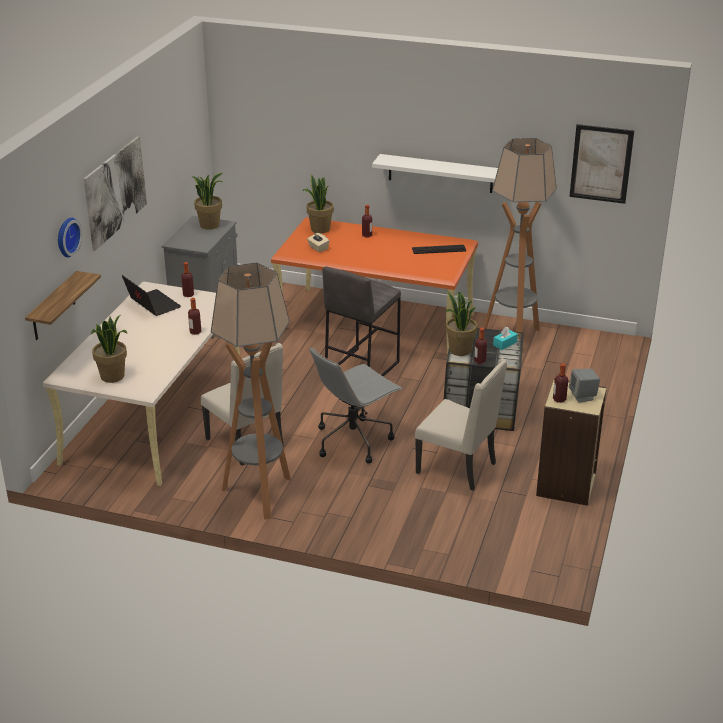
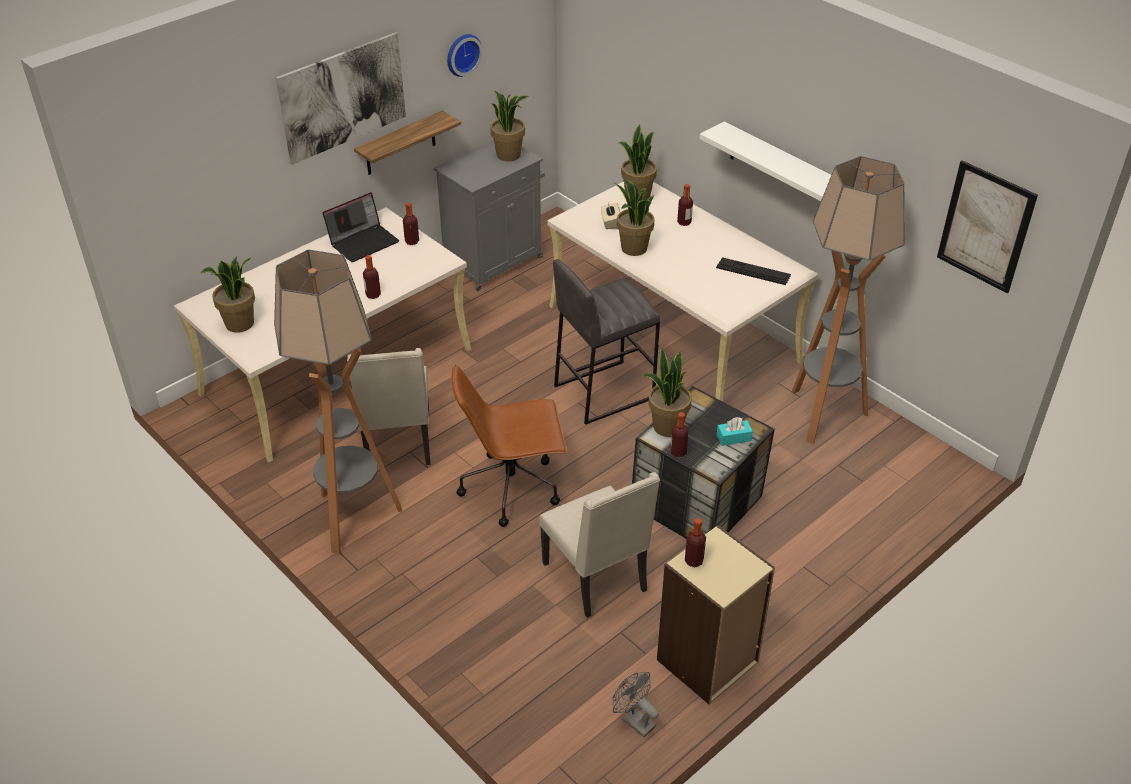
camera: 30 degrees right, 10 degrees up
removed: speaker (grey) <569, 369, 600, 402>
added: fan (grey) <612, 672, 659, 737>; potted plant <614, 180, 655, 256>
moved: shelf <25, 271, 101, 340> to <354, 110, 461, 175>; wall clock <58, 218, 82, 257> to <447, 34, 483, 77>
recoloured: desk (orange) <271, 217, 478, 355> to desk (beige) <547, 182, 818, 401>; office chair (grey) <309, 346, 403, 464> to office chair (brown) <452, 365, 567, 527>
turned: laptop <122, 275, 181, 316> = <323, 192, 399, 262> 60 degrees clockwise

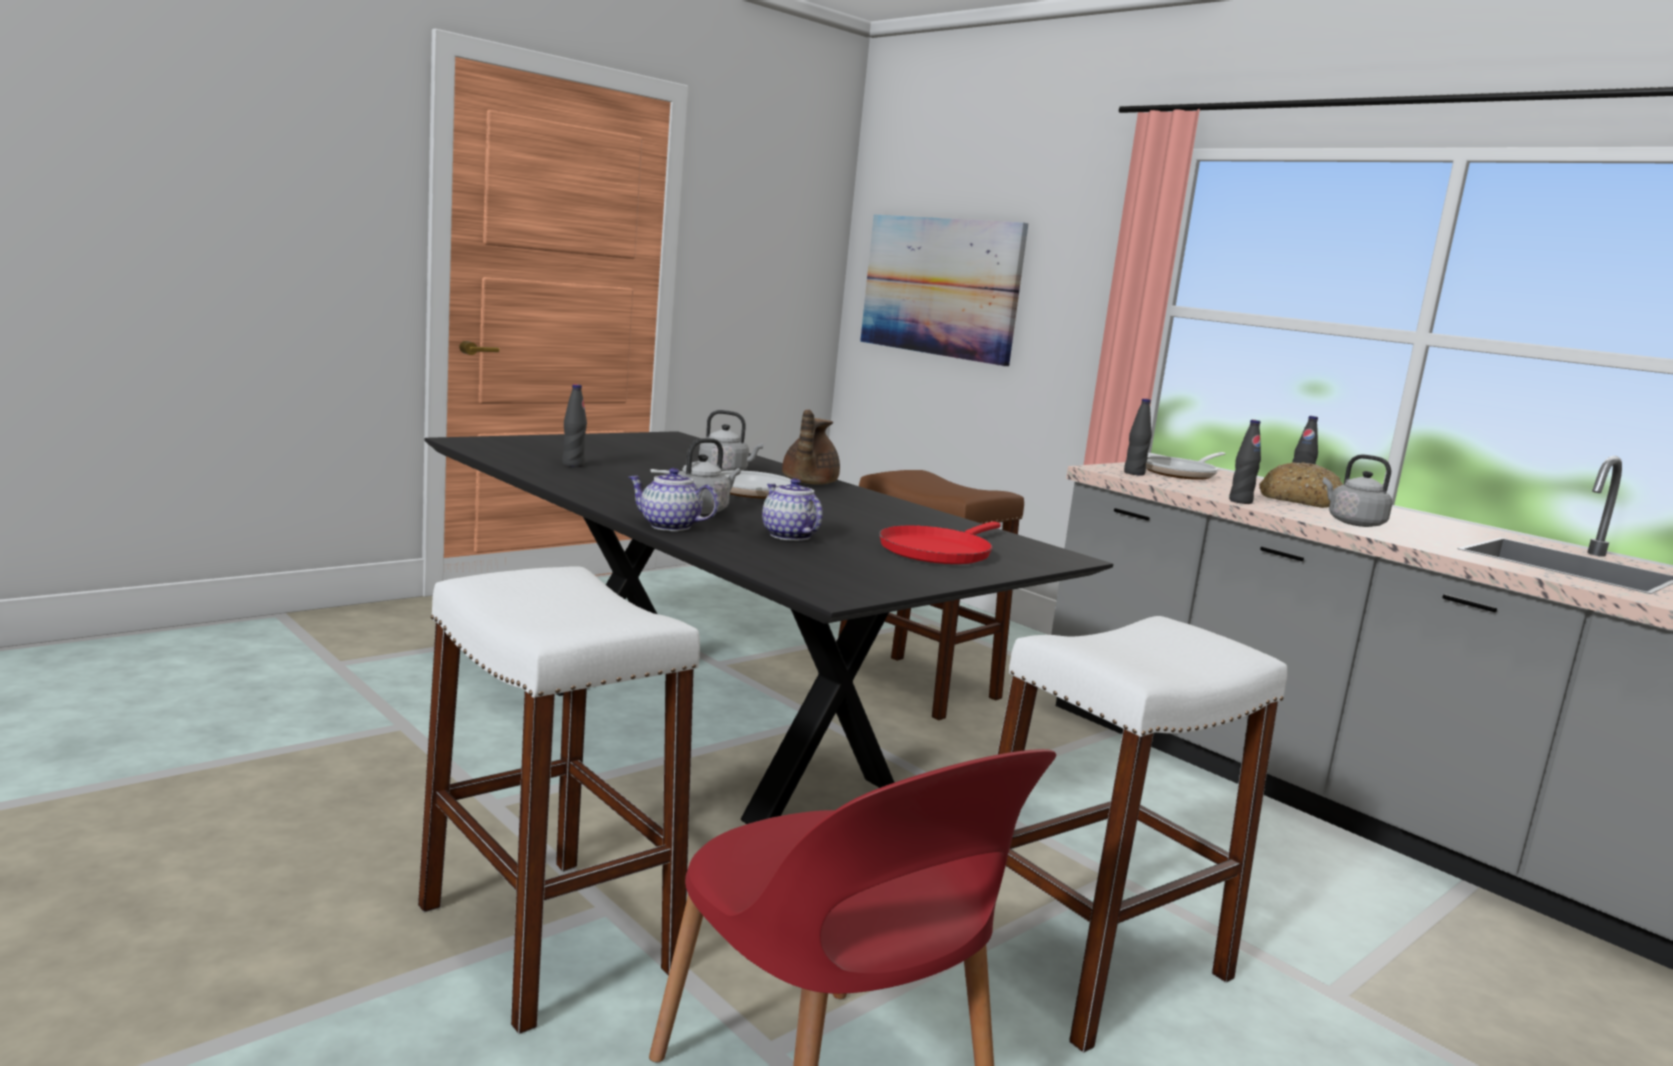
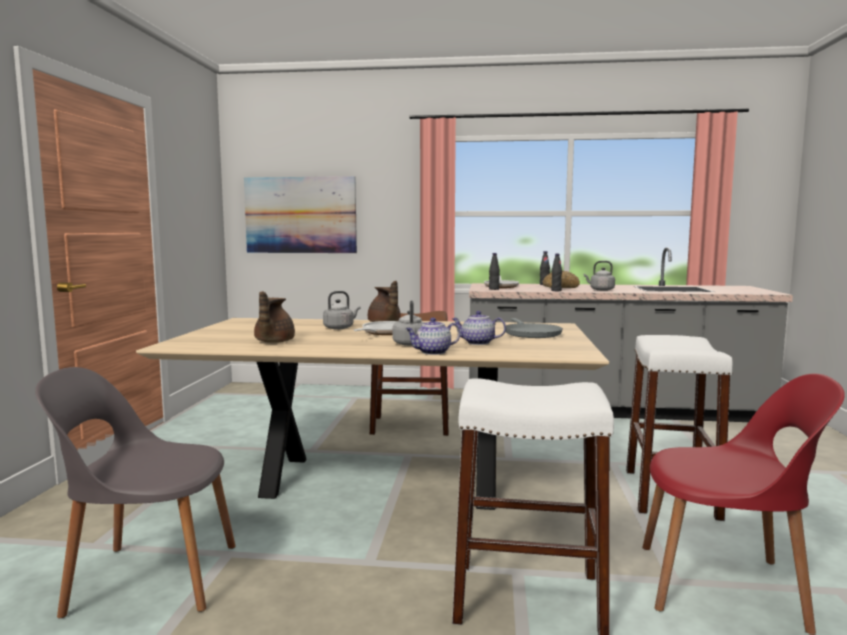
camera: 40 degrees left, 5 degrees down
added: chair (grey) <35, 367, 236, 618>
replaced: bottle (black) <562, 384, 587, 467> to teapot (brown) <254, 291, 295, 343>
recoloured: dining table (black) <425, 431, 1113, 824> to dining table (beige) <136, 318, 609, 510>; frying pan (red) <879, 521, 1001, 564> to frying pan (grey) <505, 318, 563, 338>

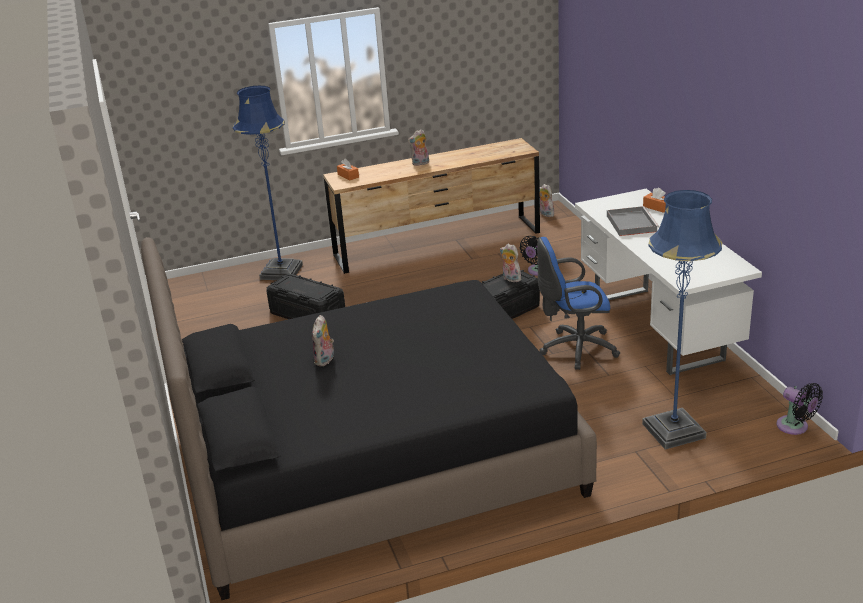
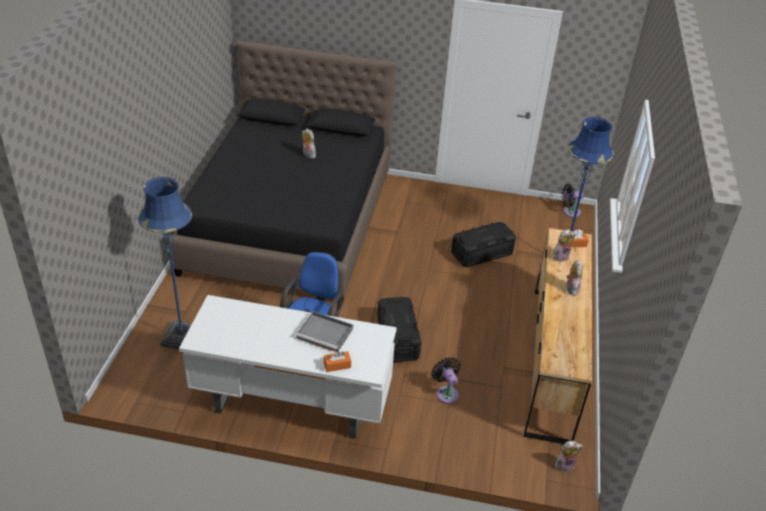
camera: 115 degrees right, 10 degrees up
moved: plush toy <500, 244, 521, 282> to <553, 229, 576, 262>; fan (black) <776, 383, 823, 435> to <562, 184, 583, 217>

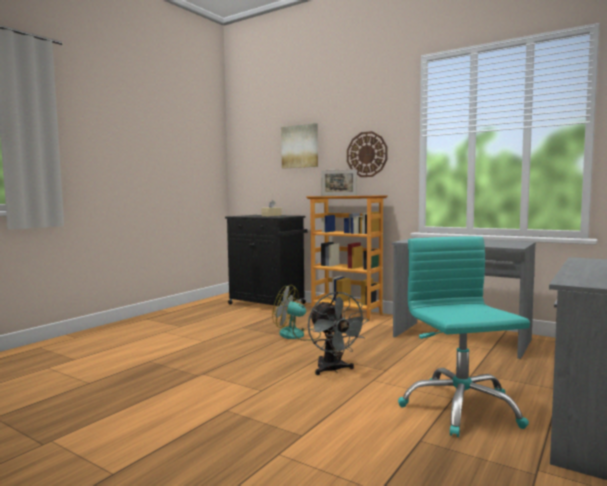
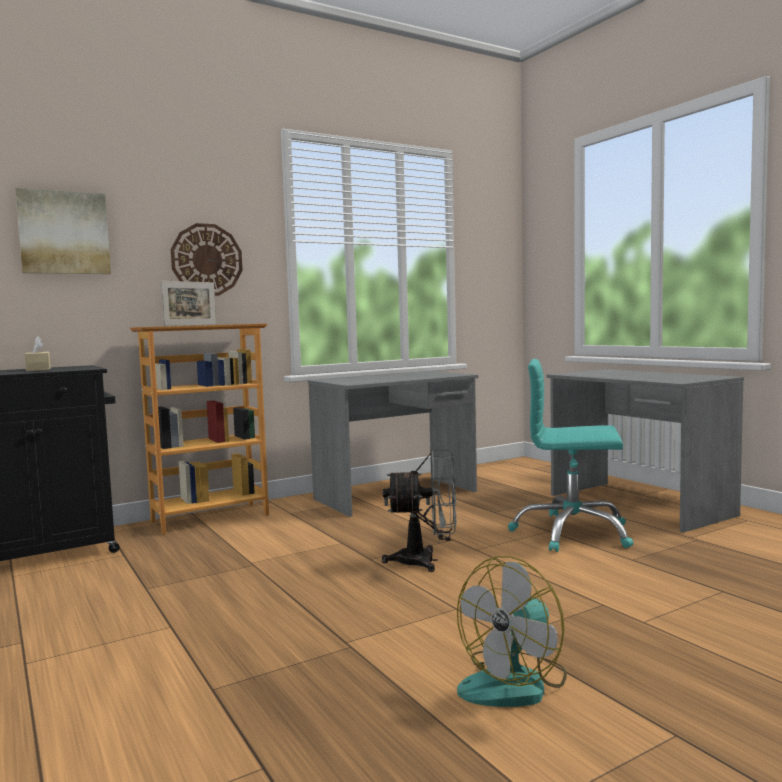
camera: 65 degrees left, 0 degrees up
moved: fan <273, 285, 321, 341> to <457, 556, 567, 707>

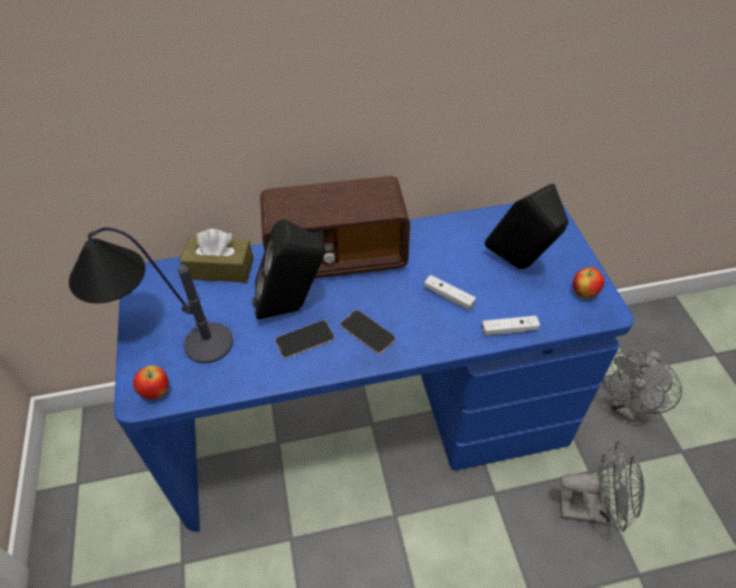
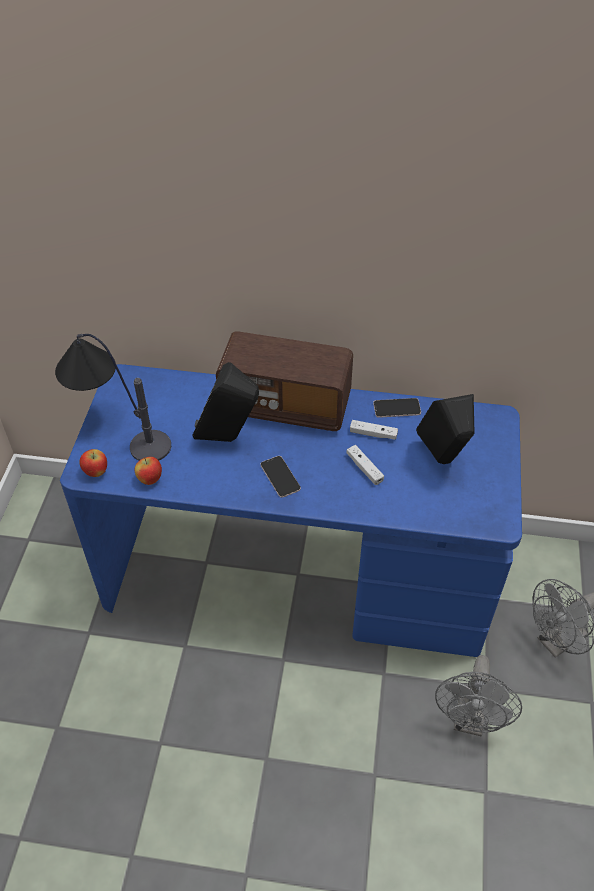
camera: 20 degrees right, 0 degrees up
removed: tissue box (brown) <180, 229, 254, 283>
moved: phone <275, 320, 334, 358> to <373, 398, 421, 418>; game controller (white) <482, 316, 540, 335> to <350, 420, 398, 440>; apple <573, 267, 604, 298> to <135, 457, 162, 485>
turned: fan (grey) <560, 441, 644, 531> = <435, 655, 522, 736> 75 degrees clockwise

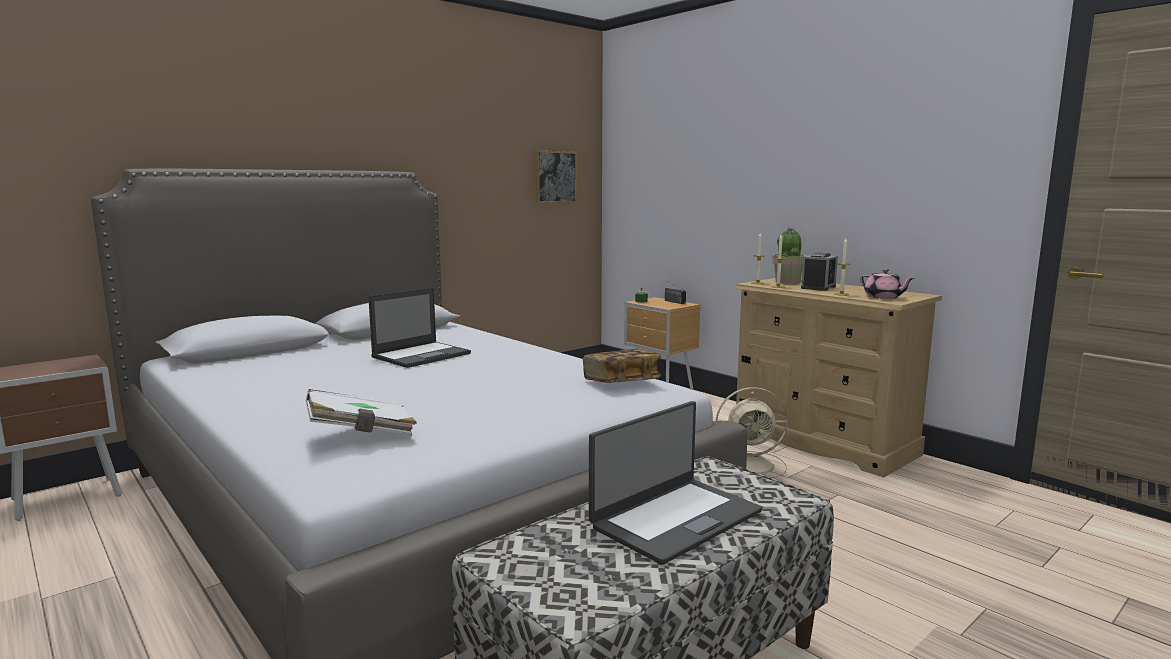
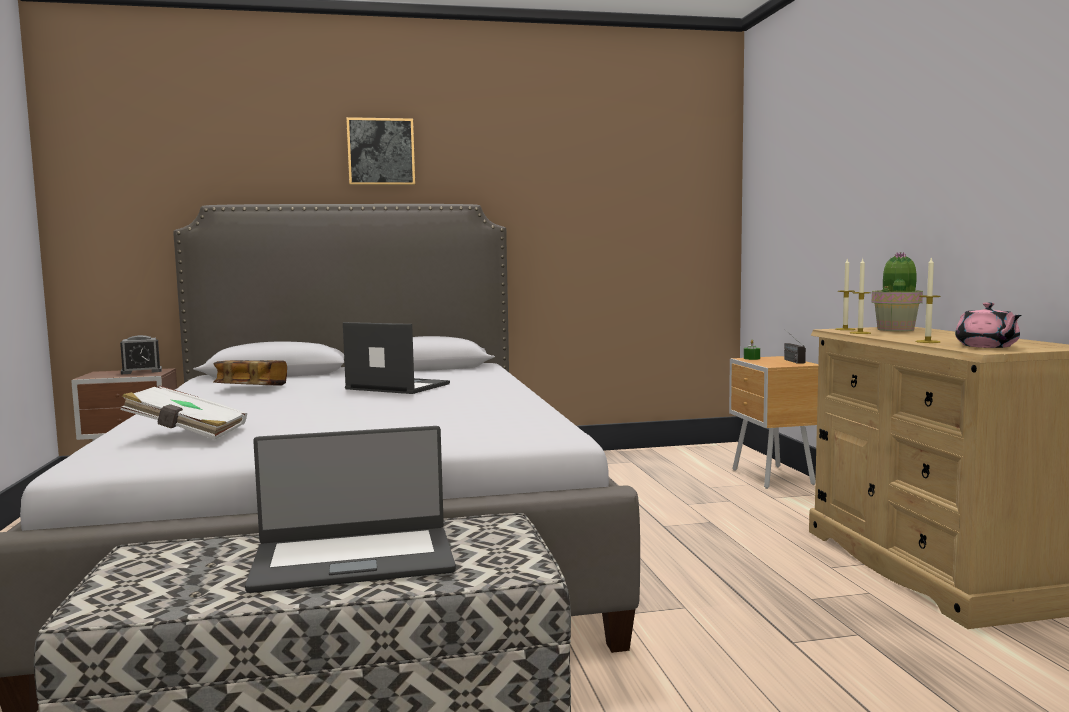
camera: 30 degrees right, 5 degrees down
removed: fan (beige) <716, 387, 788, 478>
moved: picture <535, 150, 577, 203> to <346, 117, 415, 185>; book <583, 349, 661, 383> to <213, 360, 287, 385>; alarm clock <801, 253, 838, 291> to <120, 335, 162, 374>
turned: laptop <368, 288, 471, 368> = <343, 322, 450, 394> 135 degrees counterclockwise

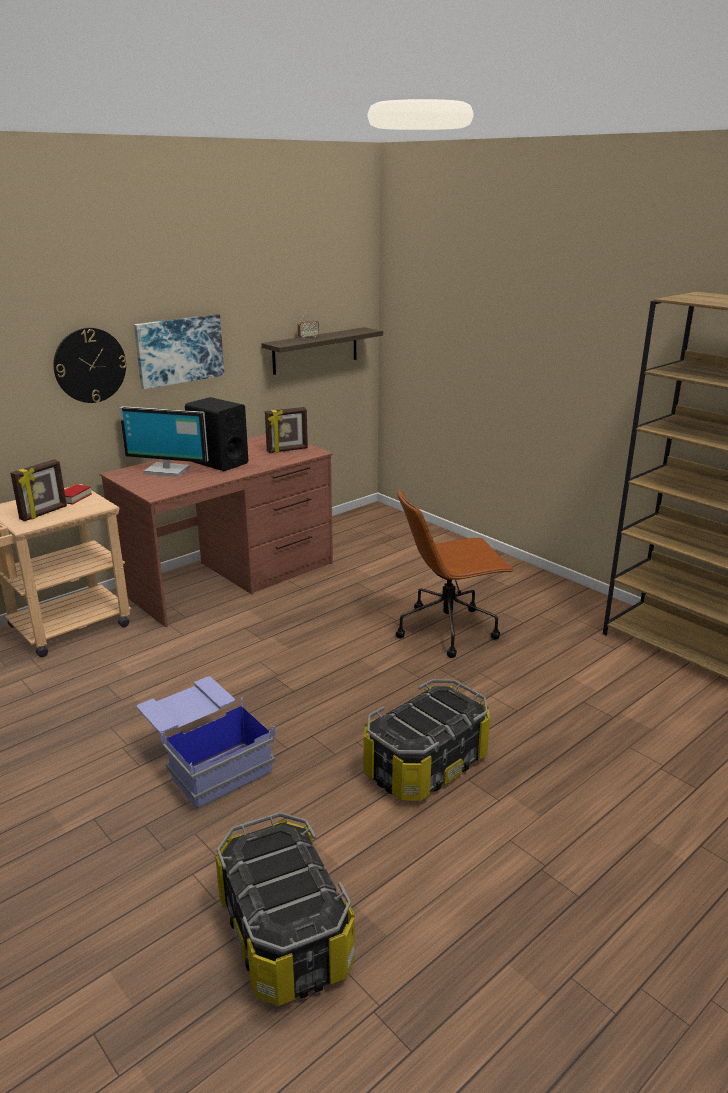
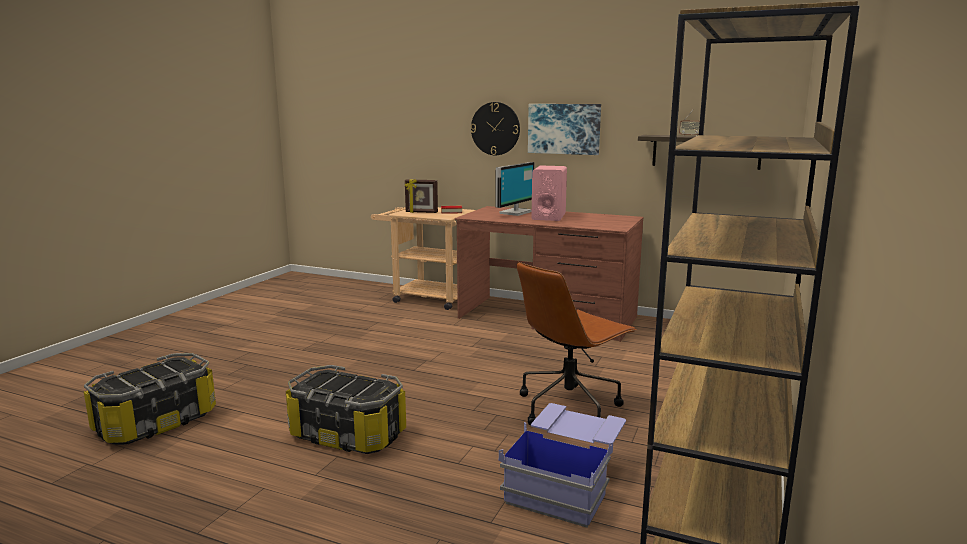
camera: 65 degrees right, 10 degrees down
removed: picture frame <265, 407, 308, 453>
moved: storage box (blue) <137, 677, 275, 809> to <499, 403, 626, 527>
recoloured: speaker (black) <185, 397, 248, 471> to speaker (pink) <531, 165, 567, 221>
turned: monitor <119, 406, 209, 477> = <495, 162, 534, 216> 135 degrees counterclockwise; office chair (brown) <396, 489, 515, 658> = <517, 262, 637, 426> 90 degrees counterclockwise

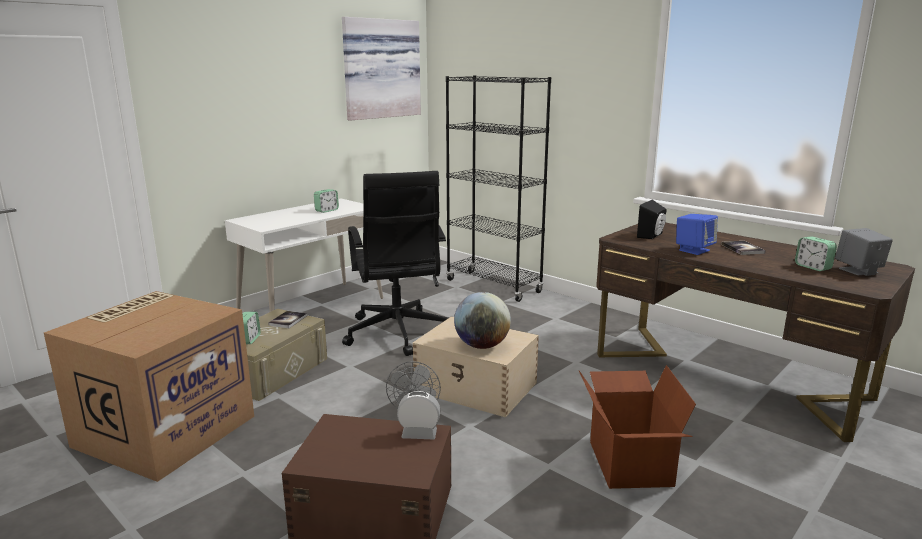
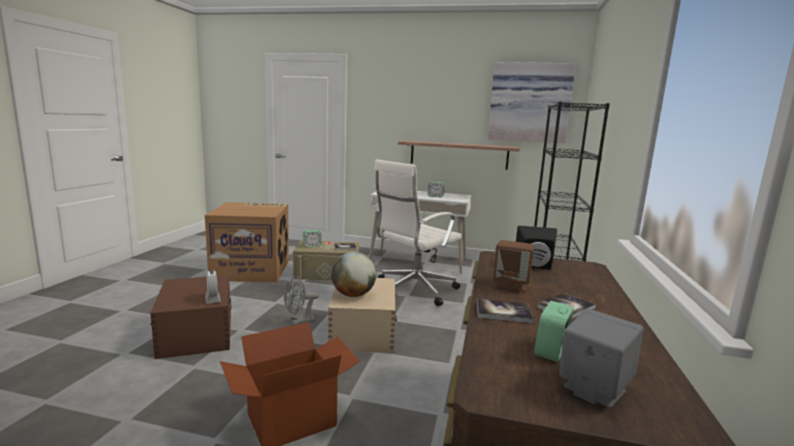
camera: 60 degrees right, 5 degrees down
added: shelf <398, 141, 520, 170>; book <477, 299, 533, 323>
recoloured: office chair (black) <342, 171, 448, 356> to office chair (white) <374, 159, 462, 306>; speaker (blue) <676, 214, 718, 255> to speaker (brown) <493, 240, 534, 292>

